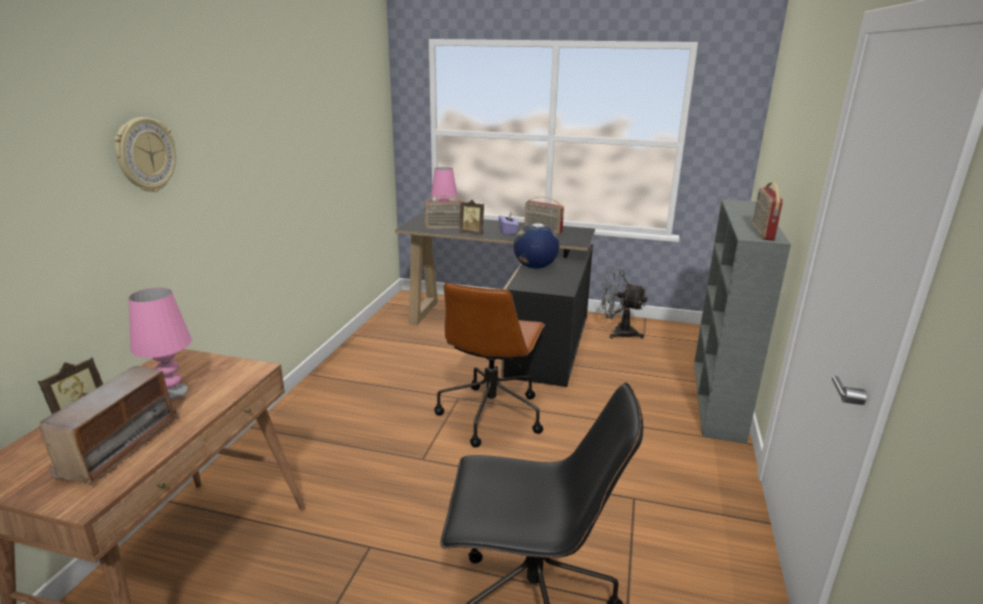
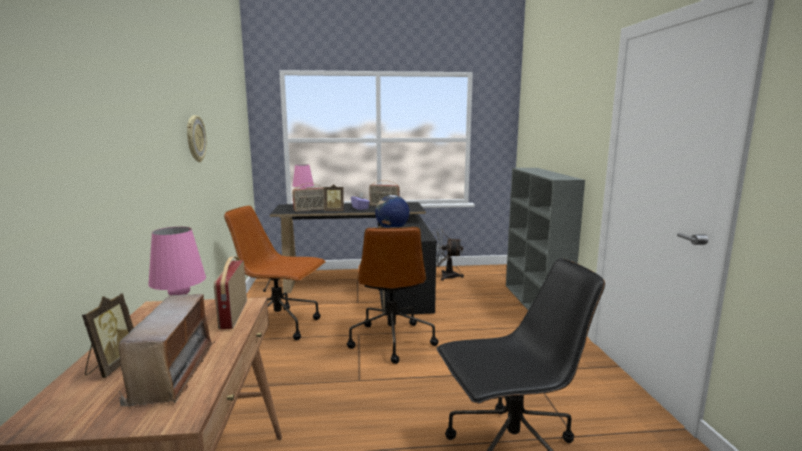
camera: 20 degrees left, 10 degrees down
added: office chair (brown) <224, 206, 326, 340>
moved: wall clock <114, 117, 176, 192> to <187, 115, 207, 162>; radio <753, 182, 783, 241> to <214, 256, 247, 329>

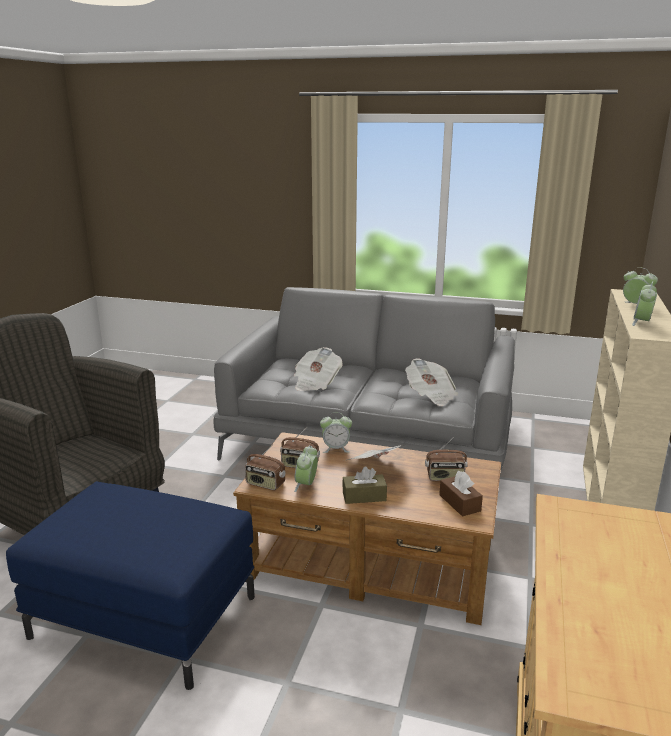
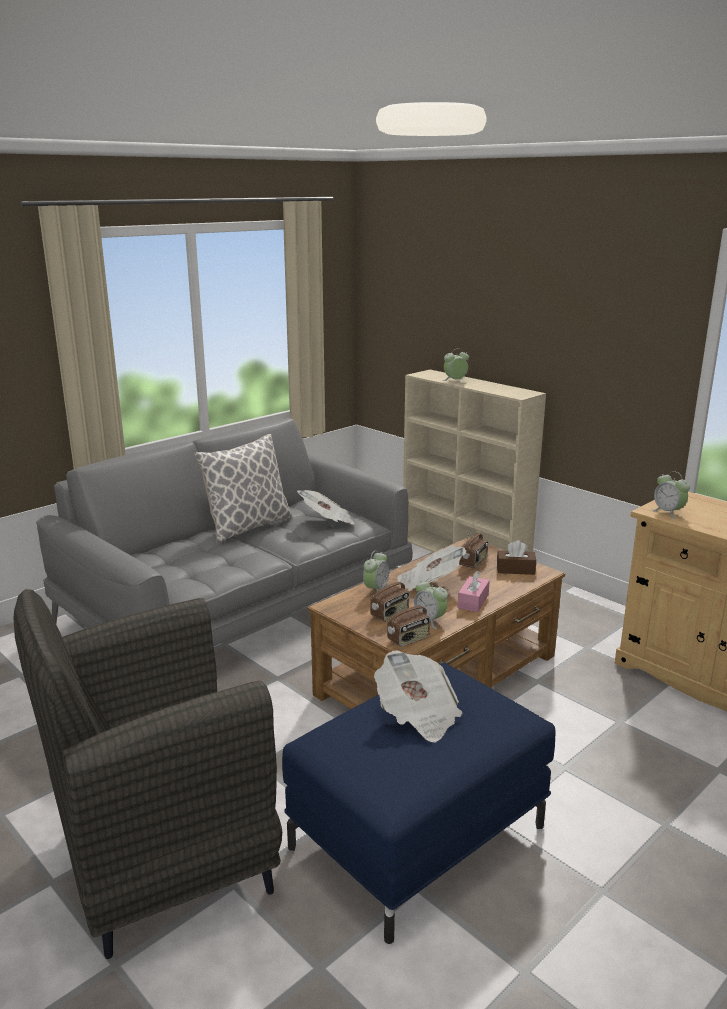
camera: 60 degrees left, 0 degrees up
added: pillow <194, 434, 292, 543>
moved: newspaper <294, 347, 343, 391> to <374, 650, 463, 742>; alarm clock <632, 281, 657, 326> to <652, 471, 690, 519>
recoloured: tissue box (brown) <342, 466, 387, 504> to tissue box (pink) <457, 571, 490, 612>

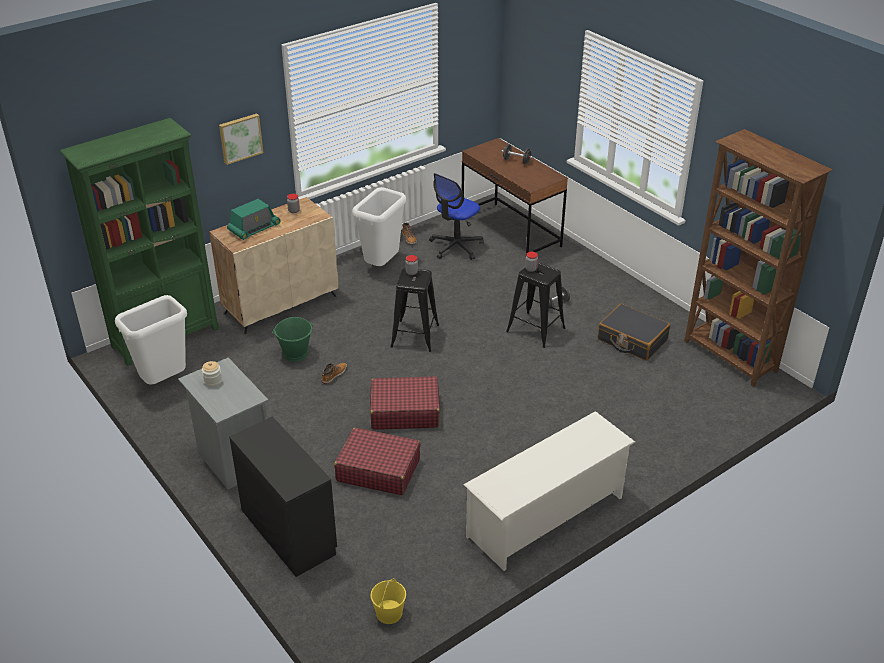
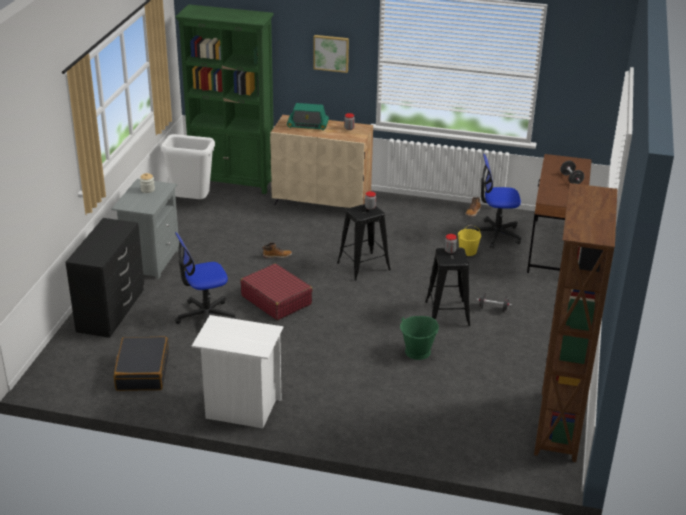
camera: 50 degrees right, 5 degrees down
removed: trash can (white) <352, 187, 406, 266>
moved: bucket (green) <272, 317, 314, 362> to <400, 316, 439, 360>; bucket (yellow) <371, 578, 406, 624> to <458, 225, 481, 256>; suitcase (black) <598, 304, 670, 361> to <114, 336, 169, 391>
replaced: suitcase (red) <334, 428, 421, 495> to office chair <175, 232, 236, 324>; shoe rack (white) <464, 411, 635, 571> to nightstand (white) <192, 315, 283, 428>

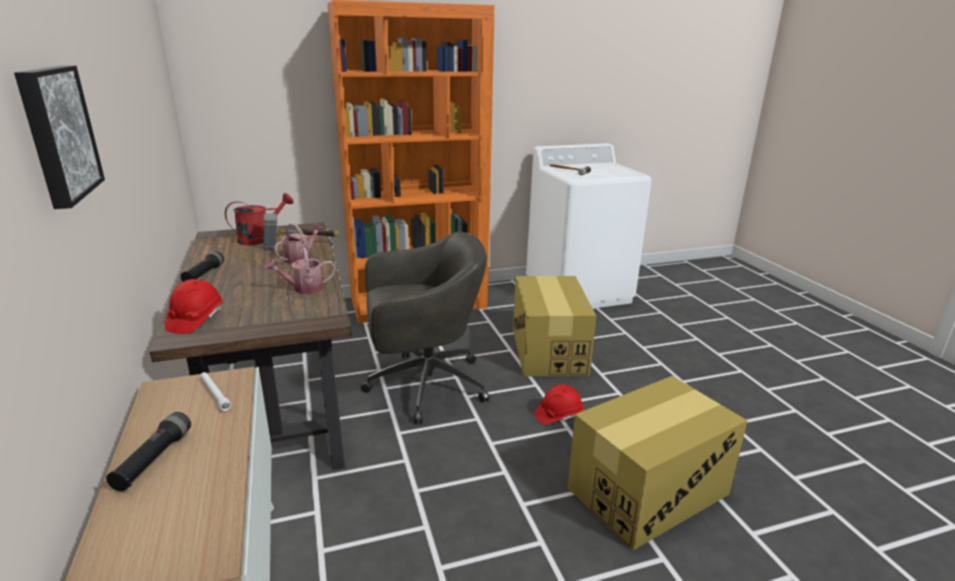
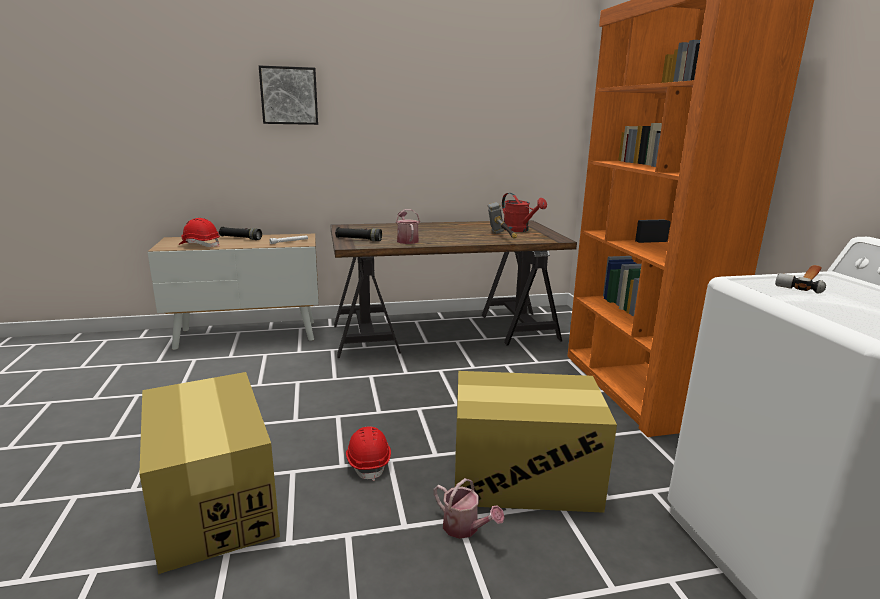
camera: 95 degrees right, 5 degrees down
removed: office chair (grey) <361, 232, 489, 424>
moved: hard hat (red) <165, 279, 223, 334> to <178, 218, 220, 247>; flashlight (black) <181, 251, 224, 282> to <335, 227, 382, 241>; watering can <274, 223, 324, 264> to <434, 478, 505, 539>

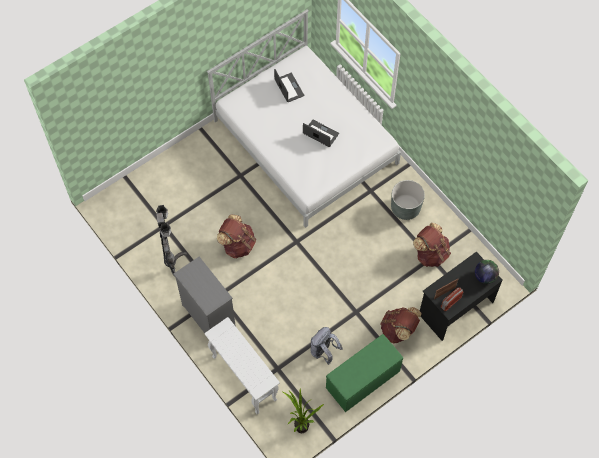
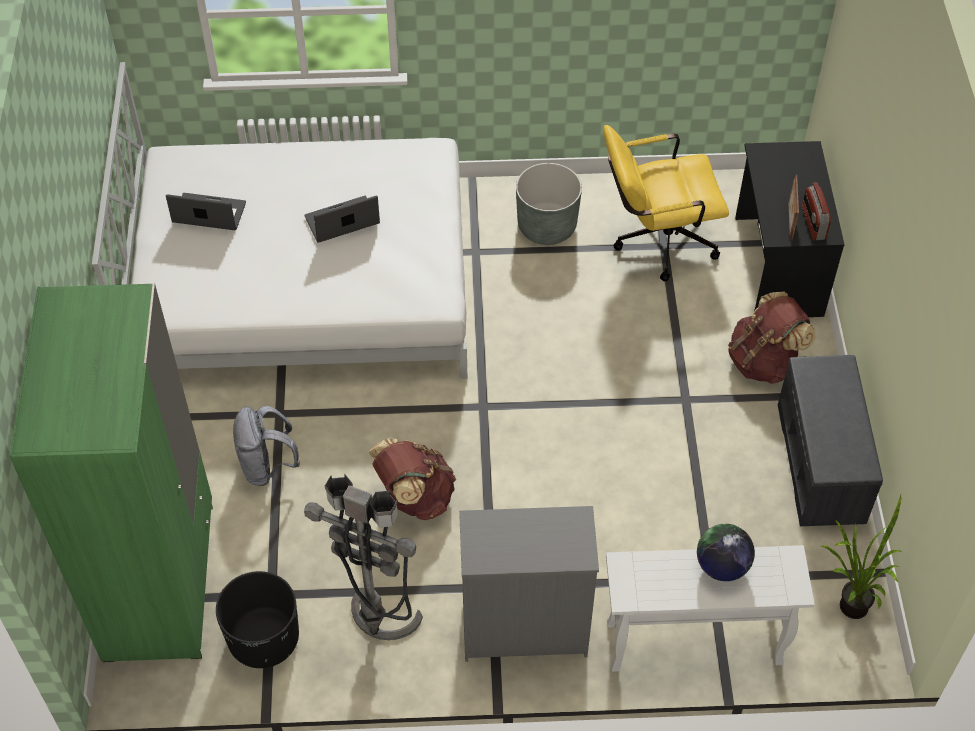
camera: 55 degrees left, 10 degrees down
added: wardrobe (green) <9, 283, 213, 662>; planter (black) <216, 571, 299, 668>
moved: backpack (grey) <310, 327, 343, 365> to <233, 406, 300, 486>; globe <475, 260, 499, 284> to <697, 524, 755, 581>
replaced: backpack (brown) <413, 223, 451, 267> to office chair (yellow) <603, 125, 729, 281>
recoloured: bench (green) <326, 334, 403, 412> to bench (grey) <778, 355, 883, 526>

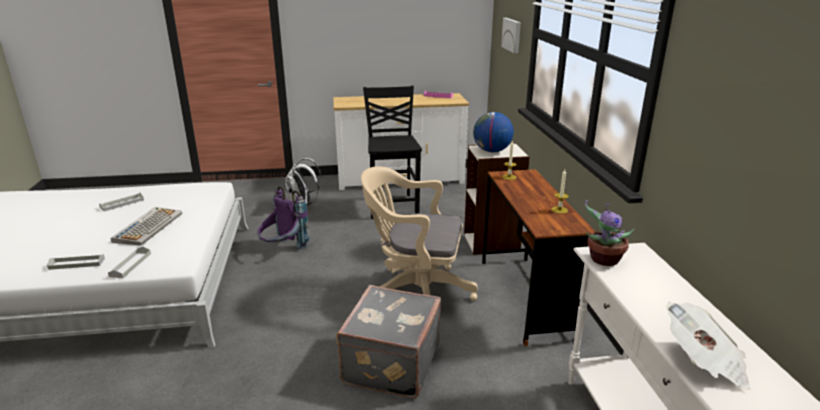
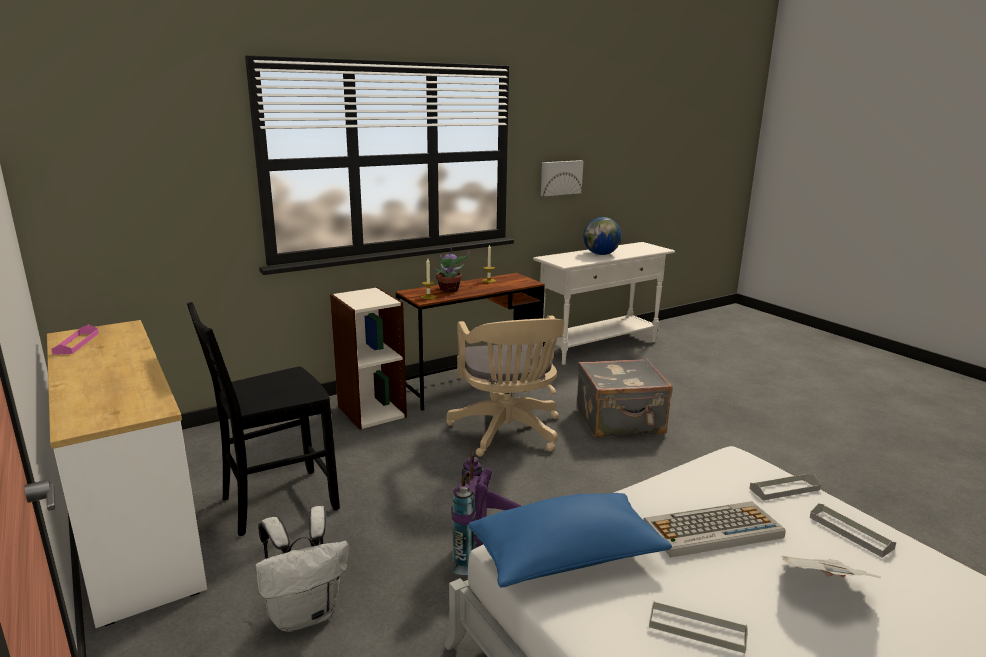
camera: 115 degrees left, 5 degrees down
added: pillow (blue) <469, 493, 672, 587>
moved: globe <473, 112, 514, 152> to <583, 217, 621, 255>; picture <501, 18, 521, 53> to <541, 160, 583, 196>; potted plant <585, 200, 634, 266> to <434, 248, 470, 292>; newspaper <666, 302, 751, 390> to <781, 556, 881, 578>

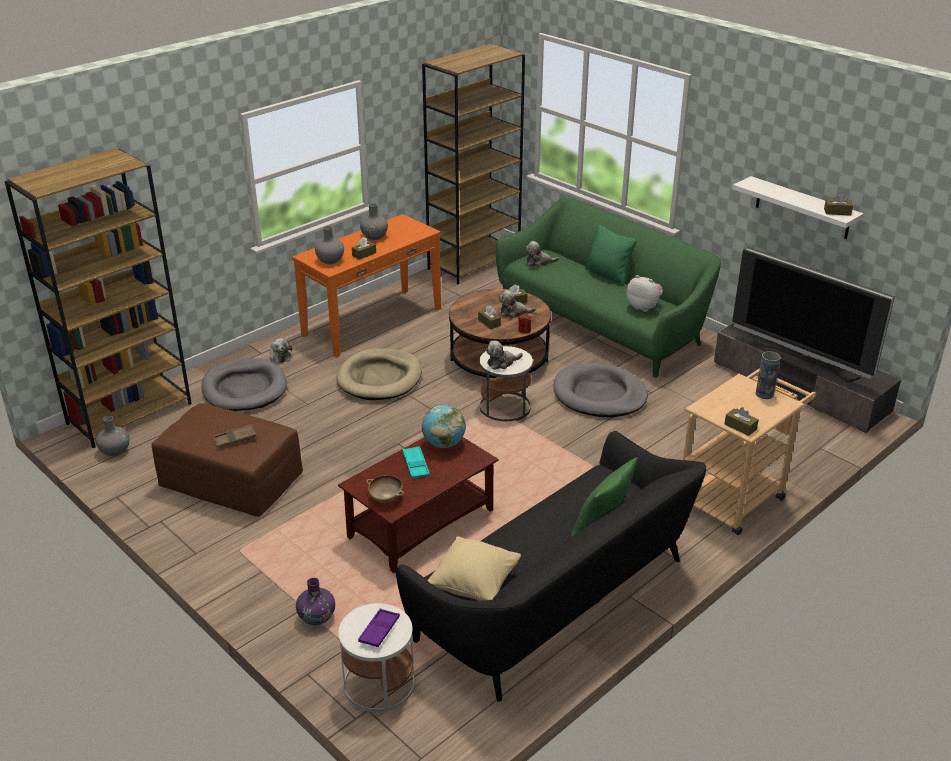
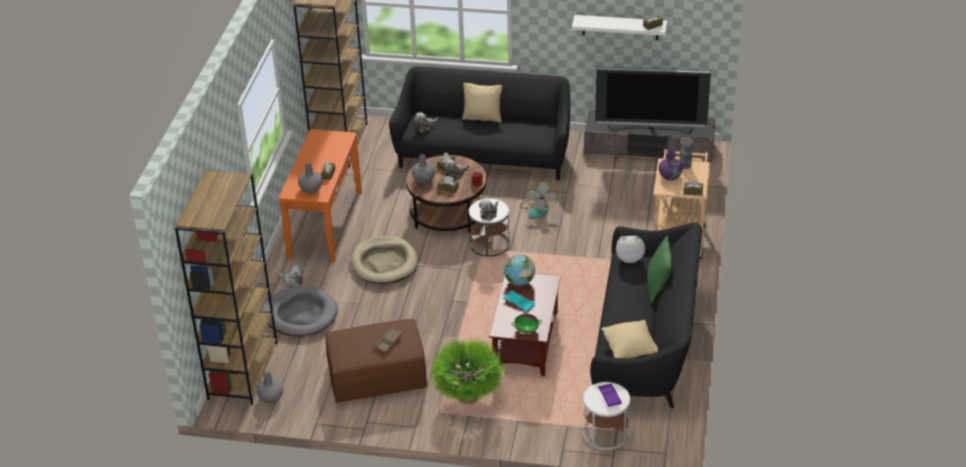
camera: 35 degrees left, 5 degrees up
added: potted plant <429, 337, 505, 404>
moved: vase (purple) <296, 578, 335, 625> to <659, 150, 683, 180>; vase (grey) <360, 203, 388, 240> to <412, 154, 435, 184>; plush toy <626, 275, 663, 312> to <616, 236, 645, 263>
replaced: dog bed (grey) <554, 363, 648, 417> to fan <520, 181, 558, 219>
recoloured: bowl (beige) <367, 475, 404, 503> to bowl (green) <512, 314, 542, 333>; sofa (green) <496, 198, 721, 377> to sofa (black) <389, 67, 570, 180>; pillow (green) <585, 225, 637, 286> to pillow (beige) <462, 83, 502, 122>

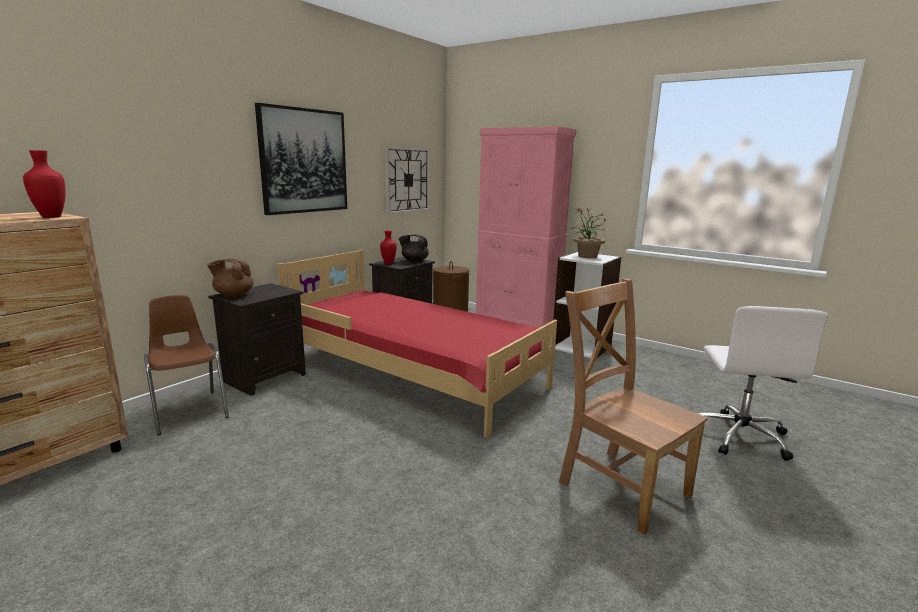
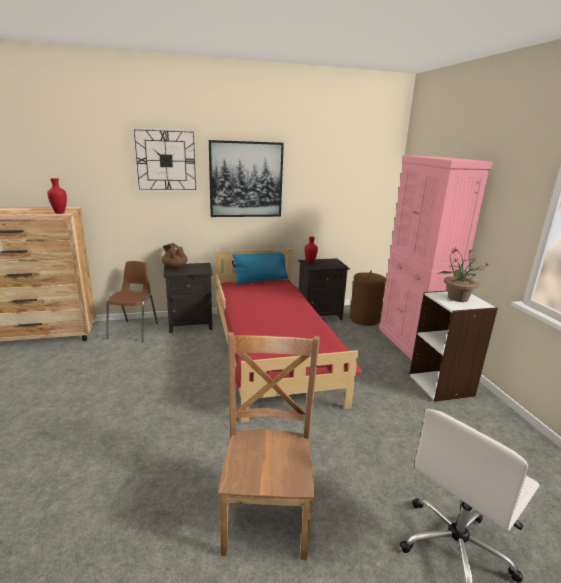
camera: 40 degrees right, 5 degrees up
removed: teapot (black) <399, 234, 429, 262>
added: pillow (blue) <233, 252, 288, 285>
moved: wall clock <385, 146, 430, 214> to <131, 127, 198, 192>

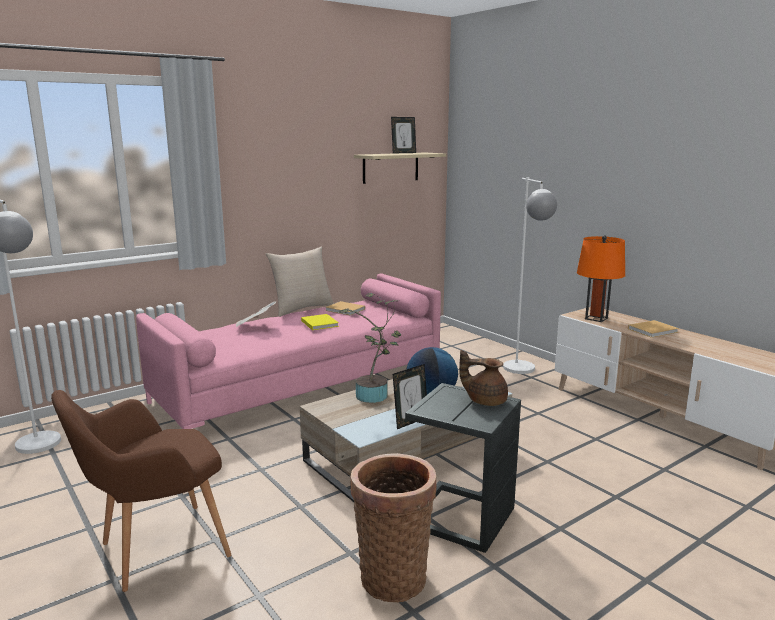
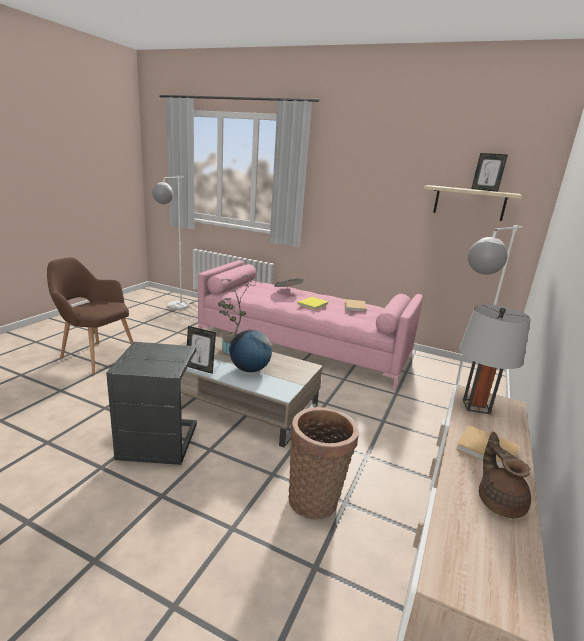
camera: 60 degrees right, 5 degrees up
removed: pillow (beige) <266, 246, 334, 317>
moved: basket <351, 453, 436, 602> to <288, 407, 359, 519>; teapot (brown) <459, 350, 508, 406> to <479, 432, 531, 518>
recoloured: table lamp (orange) <577, 235, 625, 322> to table lamp (grey) <459, 304, 531, 414>

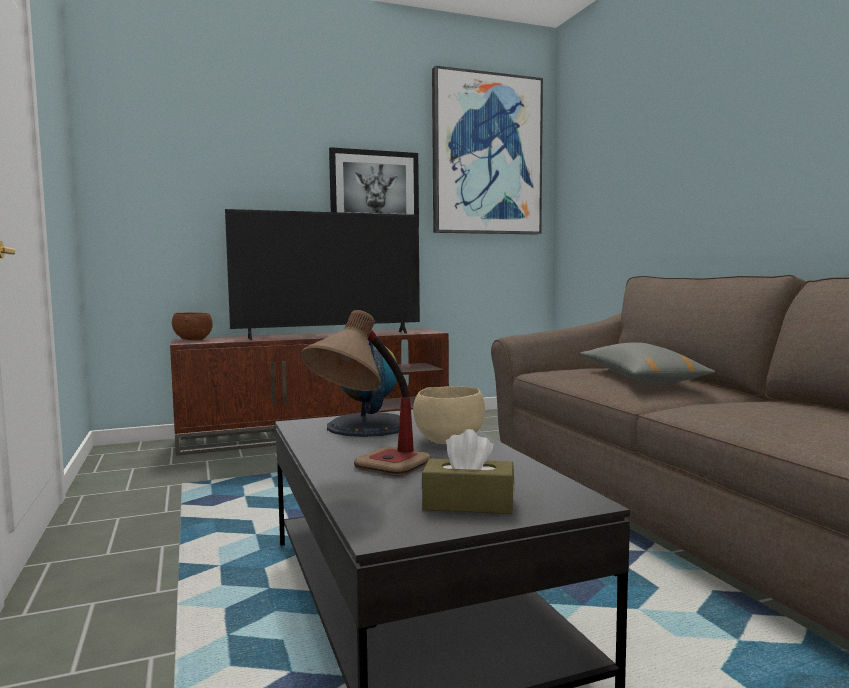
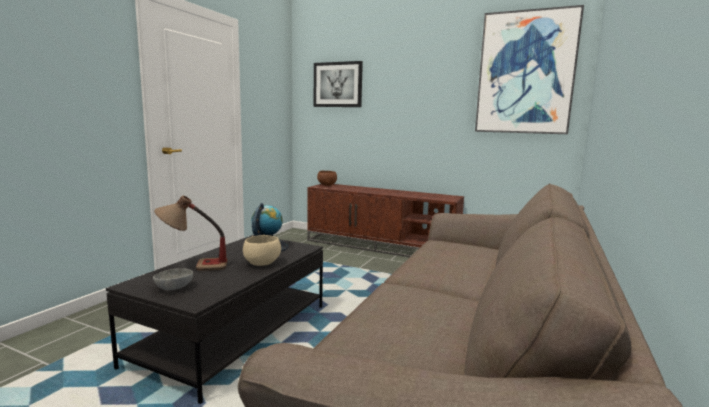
camera: 45 degrees right, 5 degrees up
removed: television <225, 209, 420, 340>; pillow (grey) <580, 342, 715, 383>
moved: picture <329, 147, 419, 215> to <313, 61, 363, 107>
replaced: tissue box (brown) <422, 429, 514, 514> to bowl (grey) <153, 268, 193, 290>

